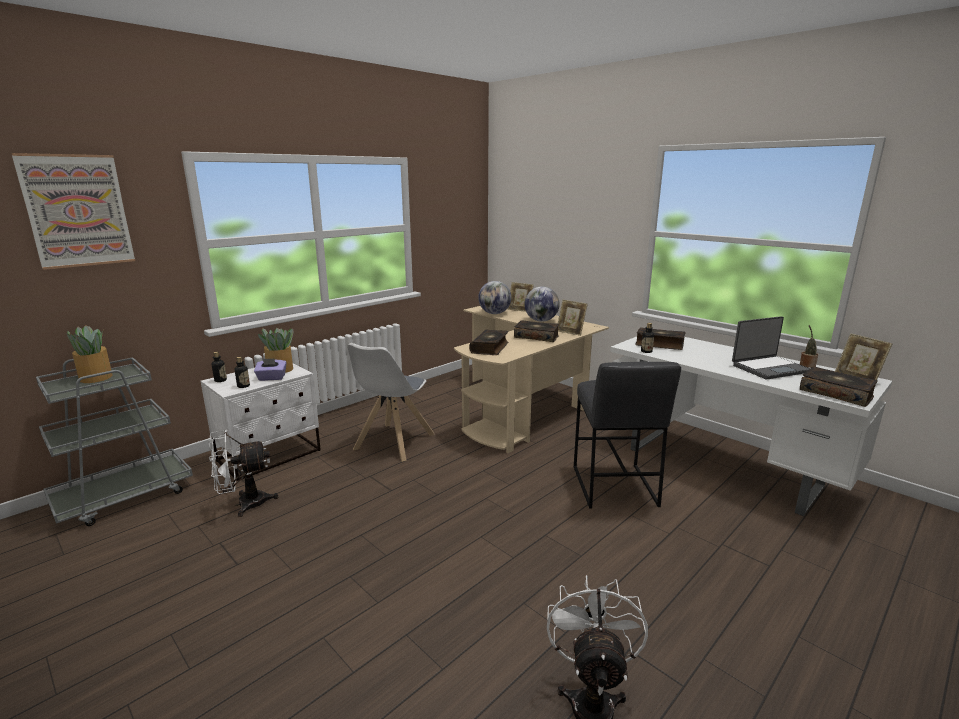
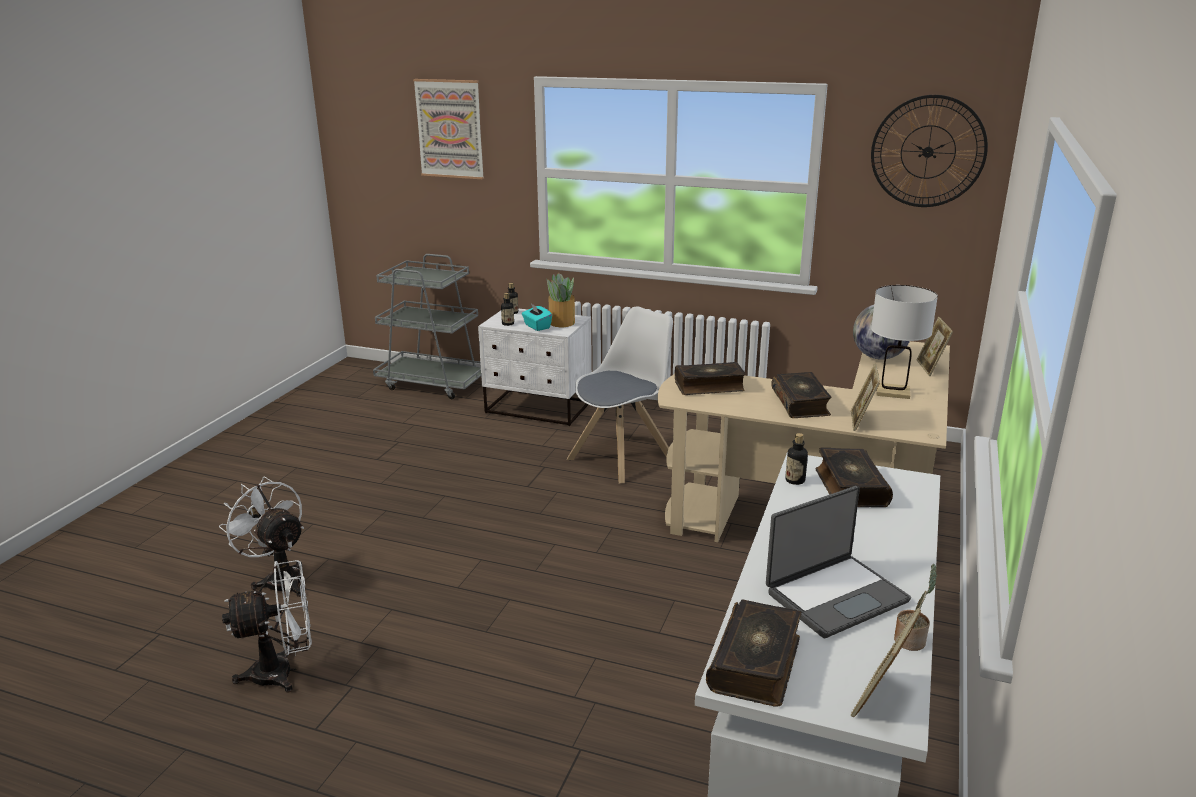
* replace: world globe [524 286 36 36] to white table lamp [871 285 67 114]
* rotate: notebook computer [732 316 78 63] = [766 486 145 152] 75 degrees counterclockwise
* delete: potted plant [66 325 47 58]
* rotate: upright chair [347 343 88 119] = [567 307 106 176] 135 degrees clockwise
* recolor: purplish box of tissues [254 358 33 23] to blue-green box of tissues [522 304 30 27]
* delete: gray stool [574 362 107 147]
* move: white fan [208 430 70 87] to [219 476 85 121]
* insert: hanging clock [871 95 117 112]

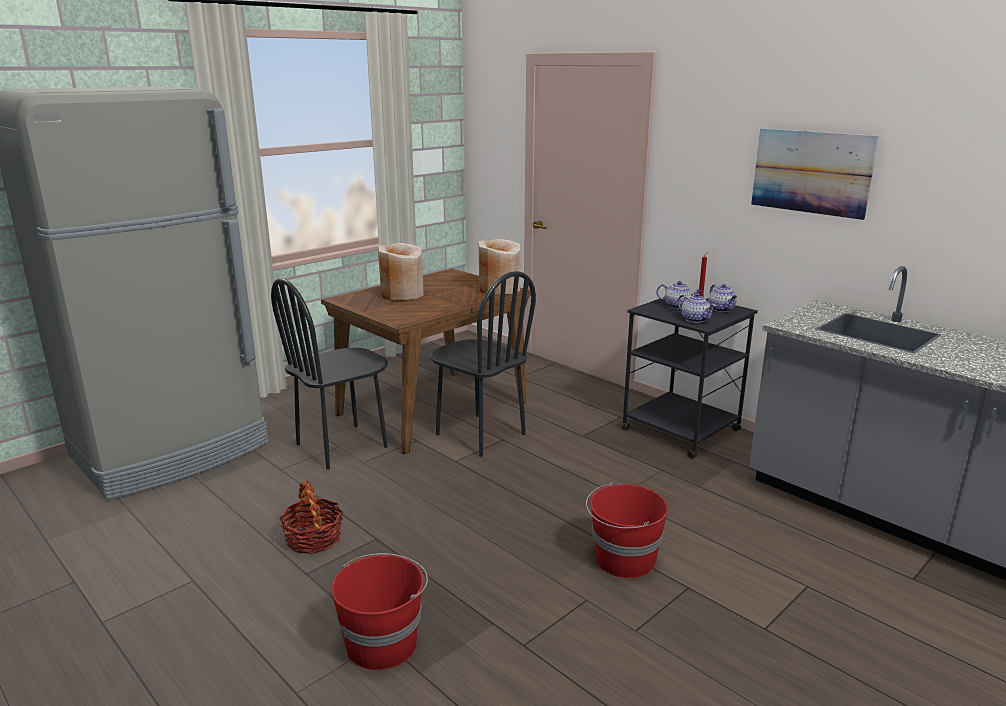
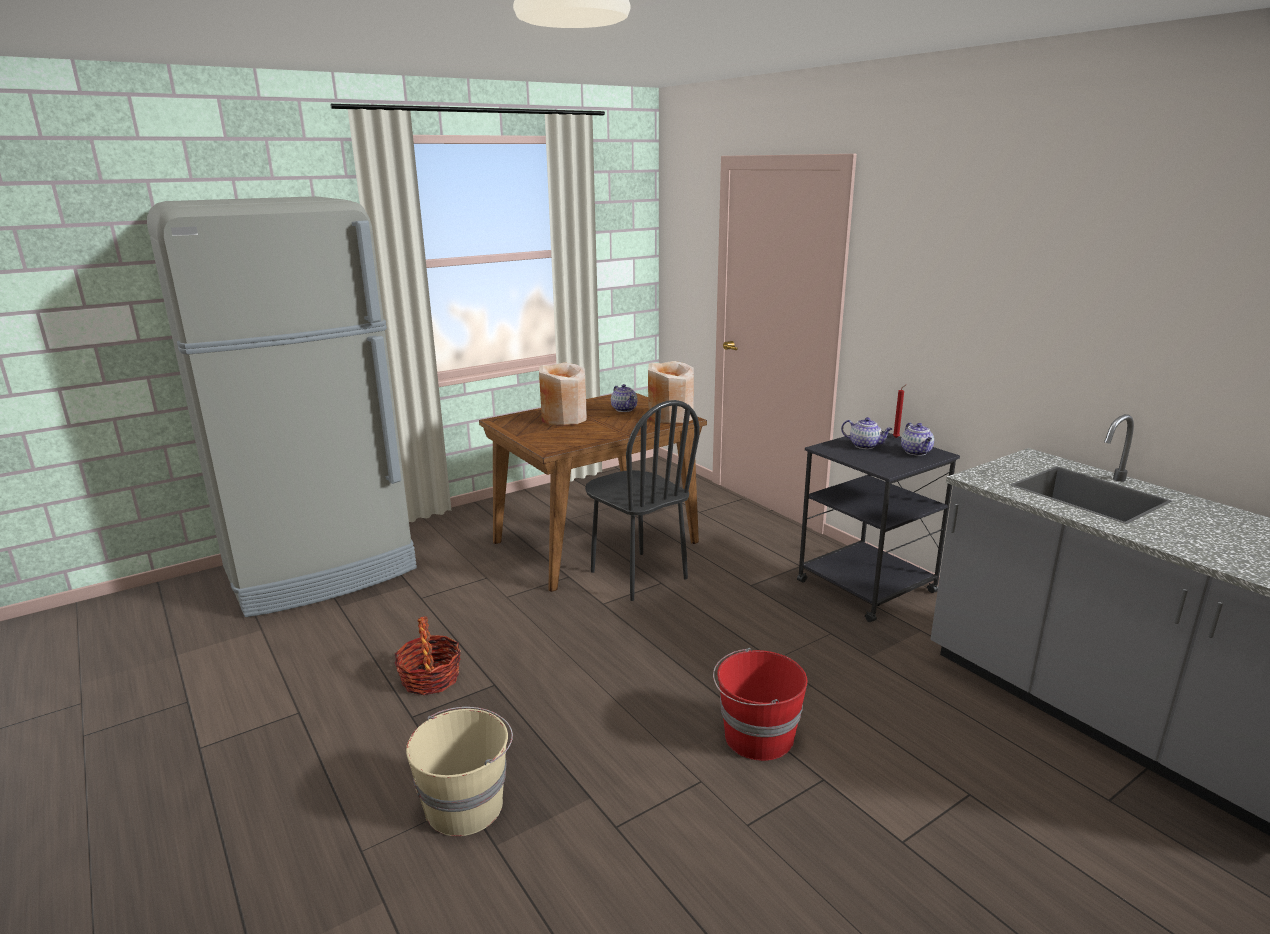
* delete: picture [751 128 128 92]
* delete: blackish upright chair [271 278 117 192]
* move: pot for tea [677 293 39 30] to [611 384 26 28]
* recolor: reddish water bucket [331 553 97 117] to beige-coloured water bucket [406 707 107 129]

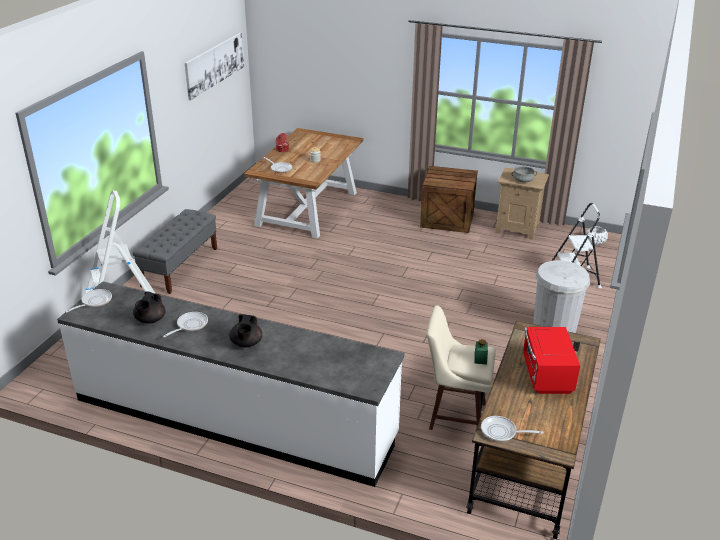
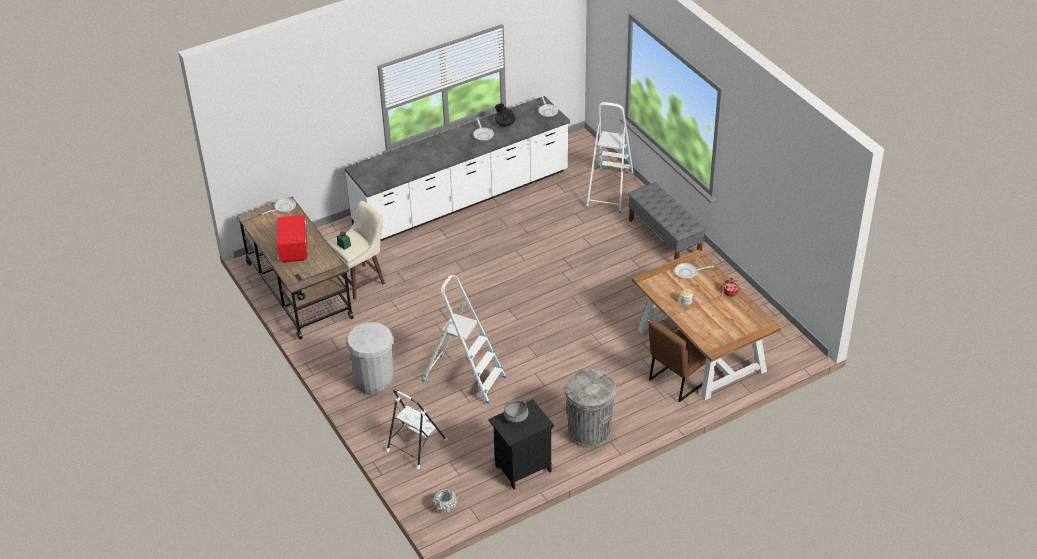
* delete: picture [185 33 59 67]
* replace: crate [420 166 58 67] to gray rubbish bin [565 369 51 79]
* recolor: beige-coloured night table [496 167 53 73] to blackish night table [489 400 65 89]
* delete: blackish pot for tea [229 314 33 33]
* rotate: reddish kitchen microwave [523 327 57 67] = [277 215 30 48] 45 degrees clockwise
* insert: white step stool [421 275 86 129]
* insert: brown upright chair [648 319 58 83]

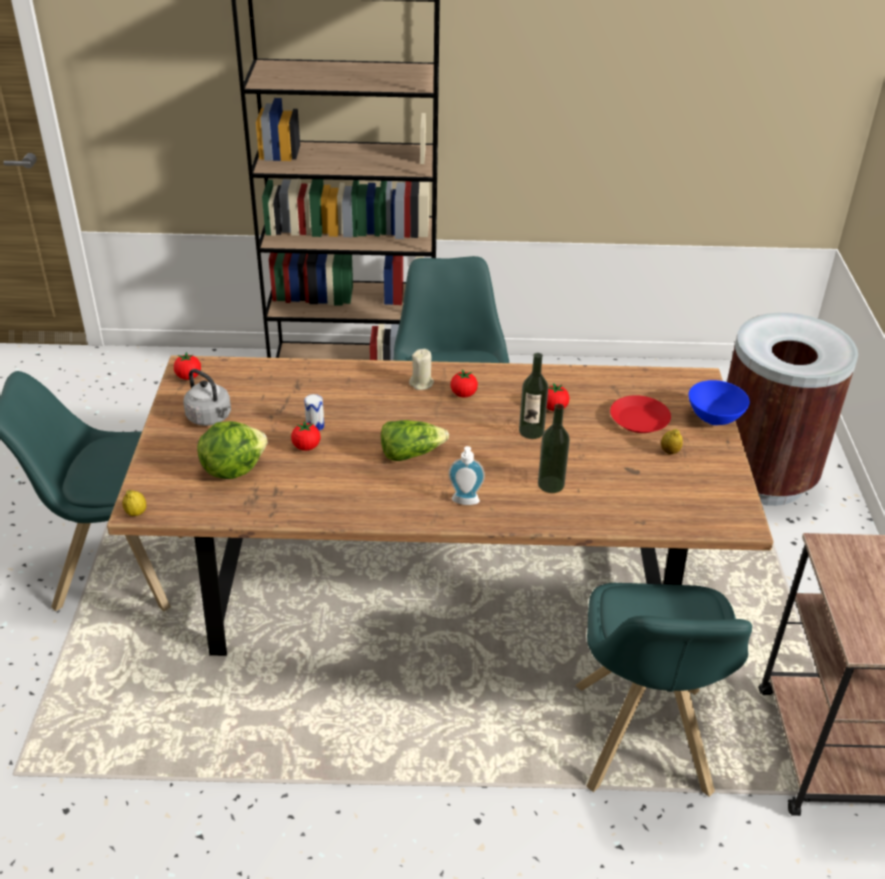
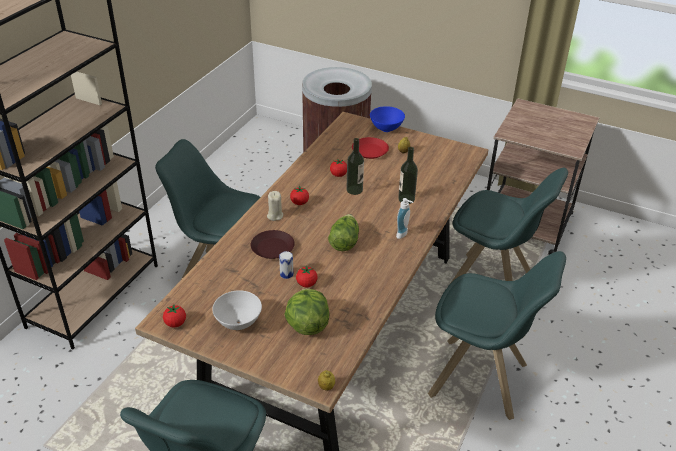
* replace: gray kettle [184 369 47 57] to white serving bowl [212 290 50 40]
* insert: brown flat dish [251 230 44 29]
* insert: blue-green upright chair [428 251 138 169]

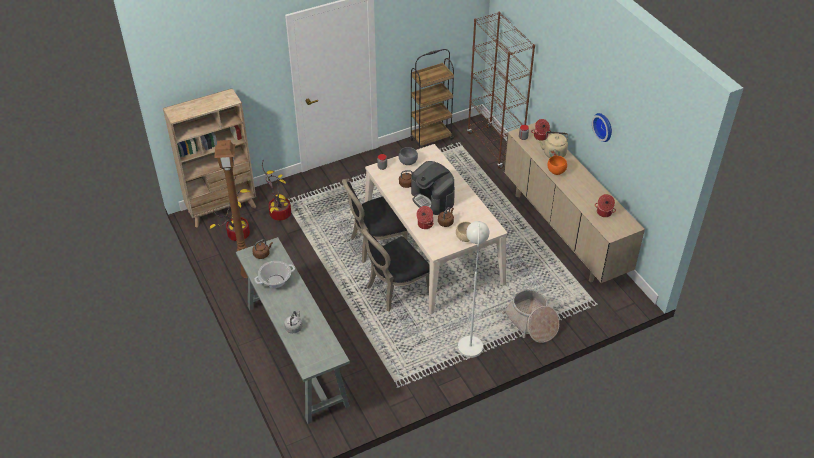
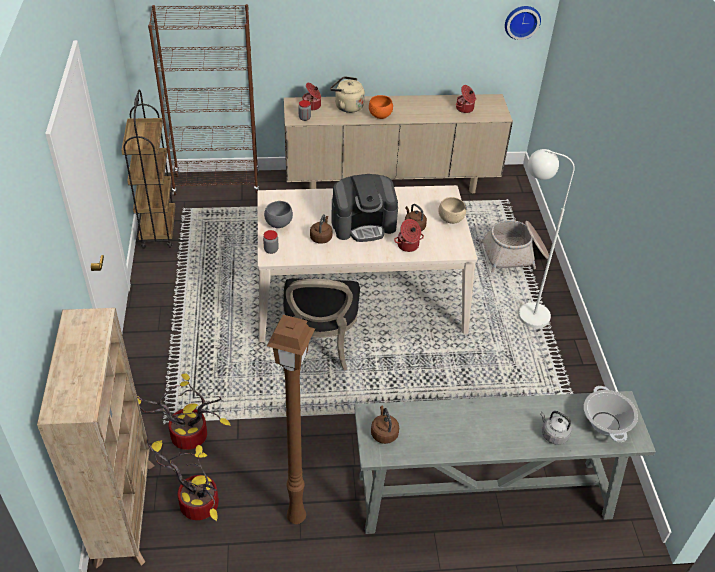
* move: hanging clock [592 113 20 29] to [505 6 36 34]
* delete: blackish upright chair [361 228 69 84]
* move: cooking pot [254 261 41 27] to [584 386 54 56]

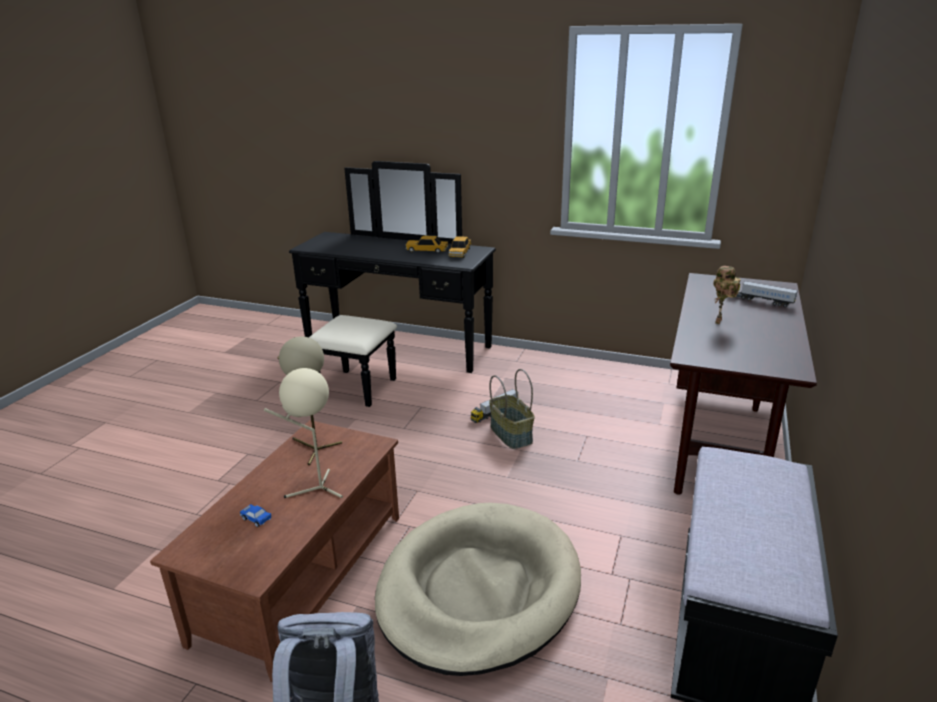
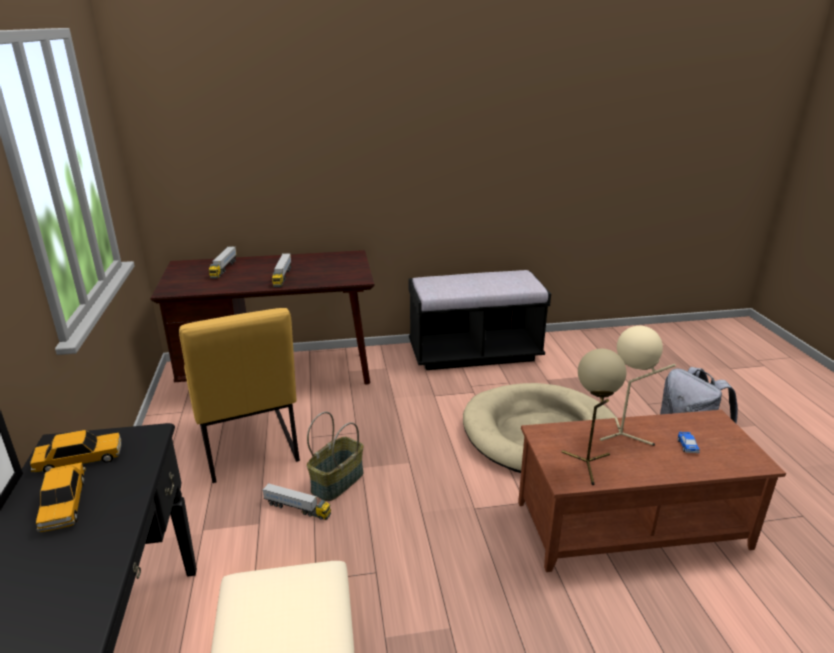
* replace: robot figure [713 266 28 58] to toy lorry [272 253 19 34]
* insert: yellow upright chair [179 308 121 175]

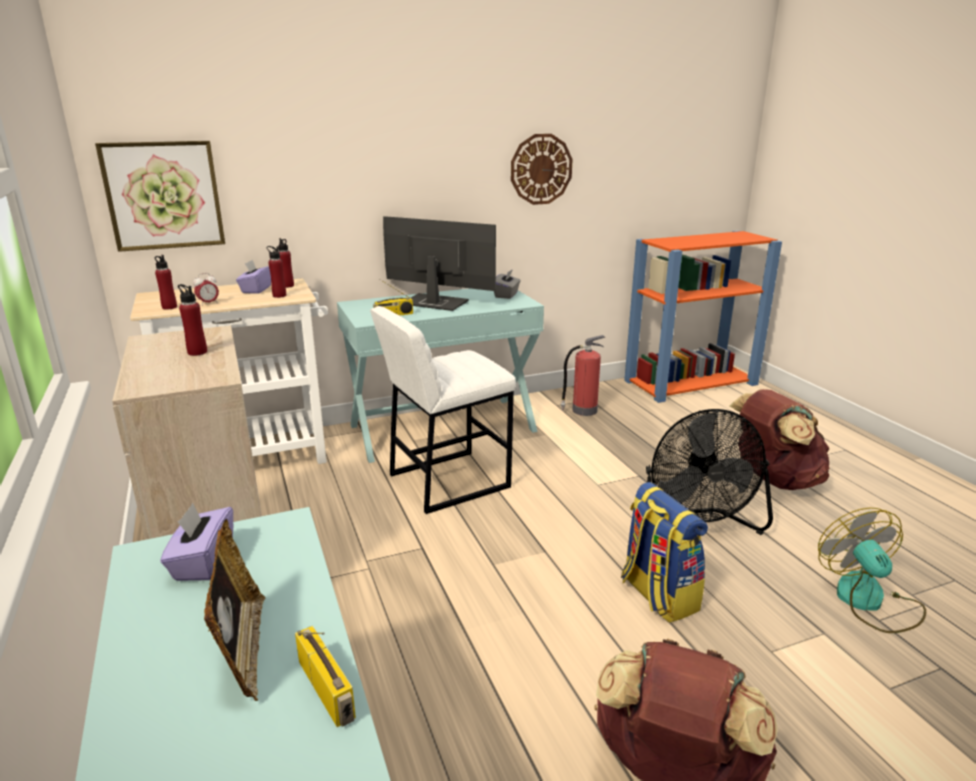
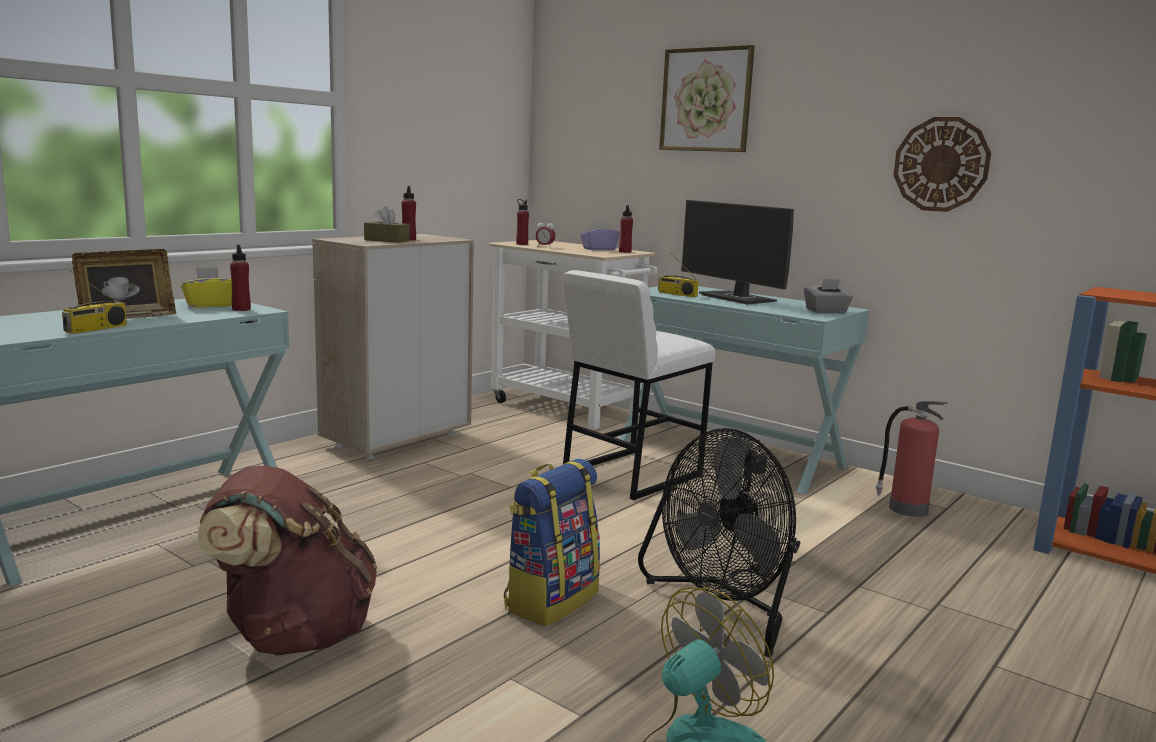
* move: picture [95 141 130 111] to [659 45 96 107]
* rotate: computer display [383 216 113 95] = [681 200 113 104] 150 degrees clockwise
* move: reddish beverage bottle [267 246 19 52] to [230 244 21 67]
* rotate: white upright chair [370 306 146 208] = [562 270 153 230] 75 degrees counterclockwise
* delete: brown backpack [730 389 100 101]
* recolor: purplish box of tissues [160 503 73 78] to yellow box of tissues [181 267 51 41]
* insert: brown box of tissues [364 206 46 37]

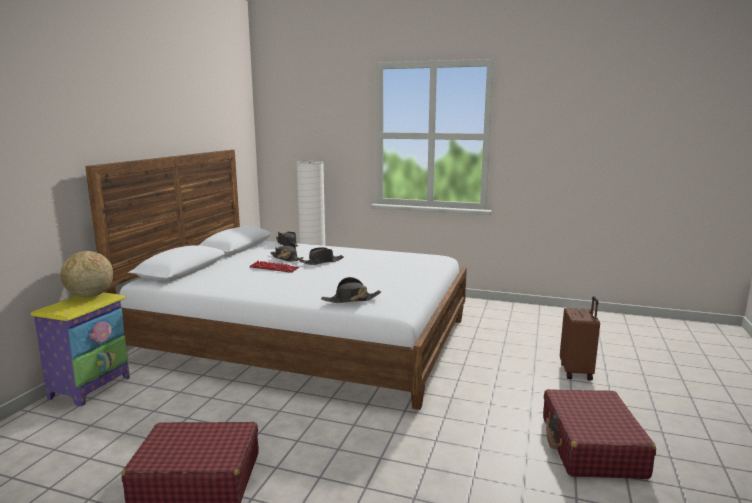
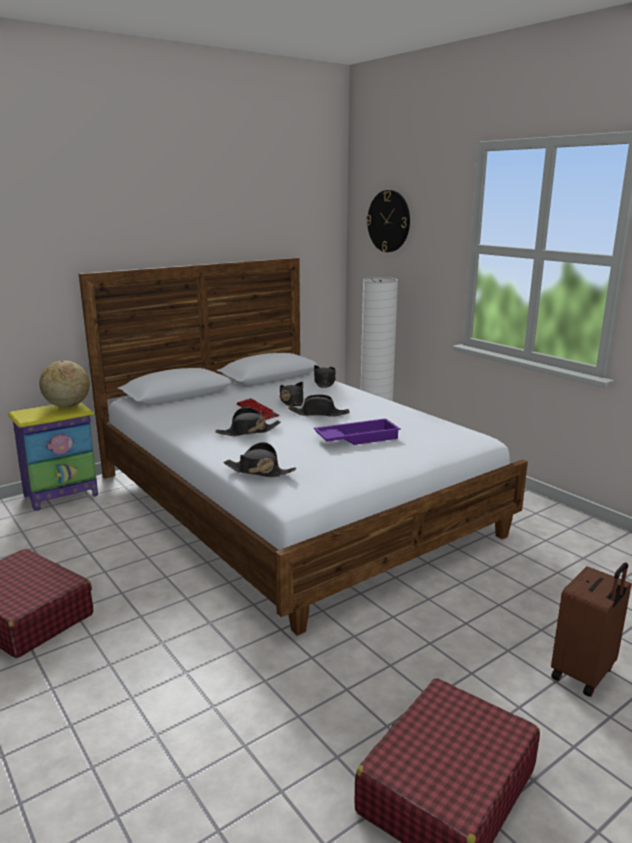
* insert: hanging clock [366 190 44 62]
* insert: blackish hat [215 407 66 29]
* insert: purplish carrying tray [314 418 87 27]

